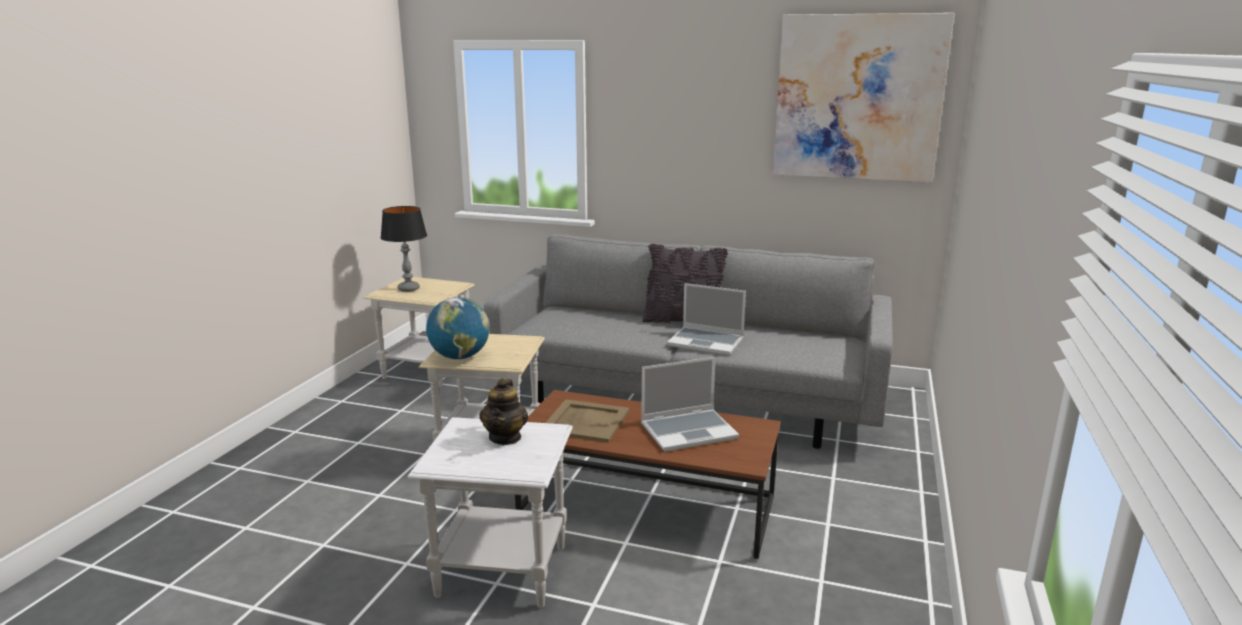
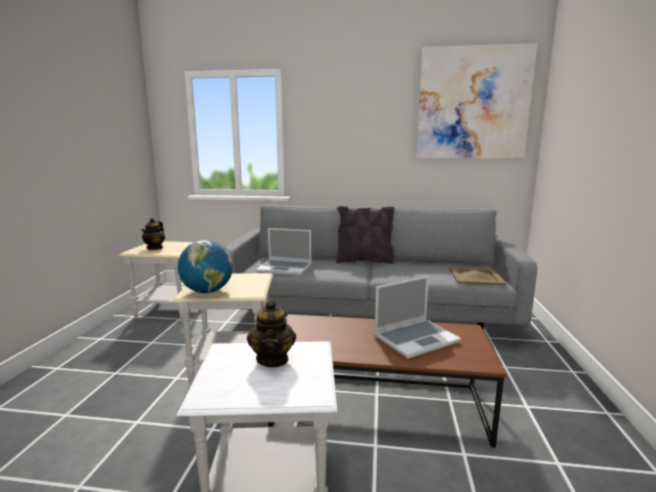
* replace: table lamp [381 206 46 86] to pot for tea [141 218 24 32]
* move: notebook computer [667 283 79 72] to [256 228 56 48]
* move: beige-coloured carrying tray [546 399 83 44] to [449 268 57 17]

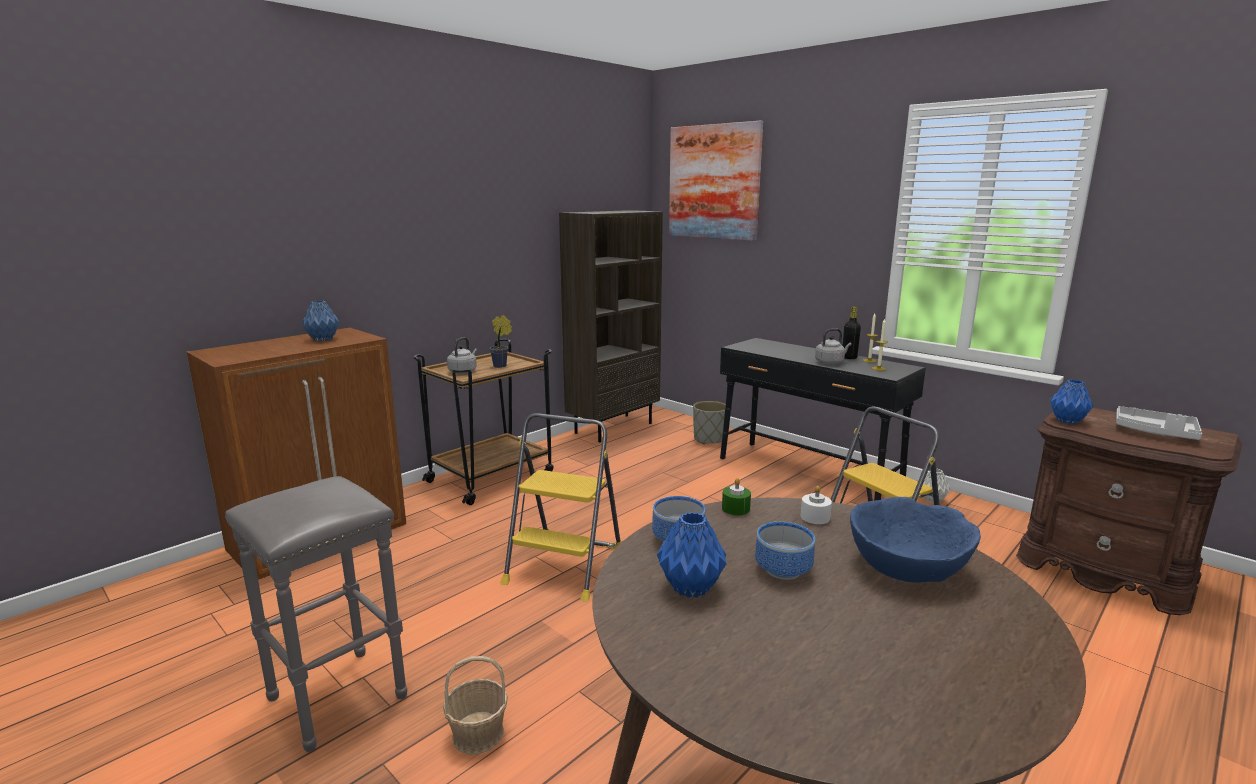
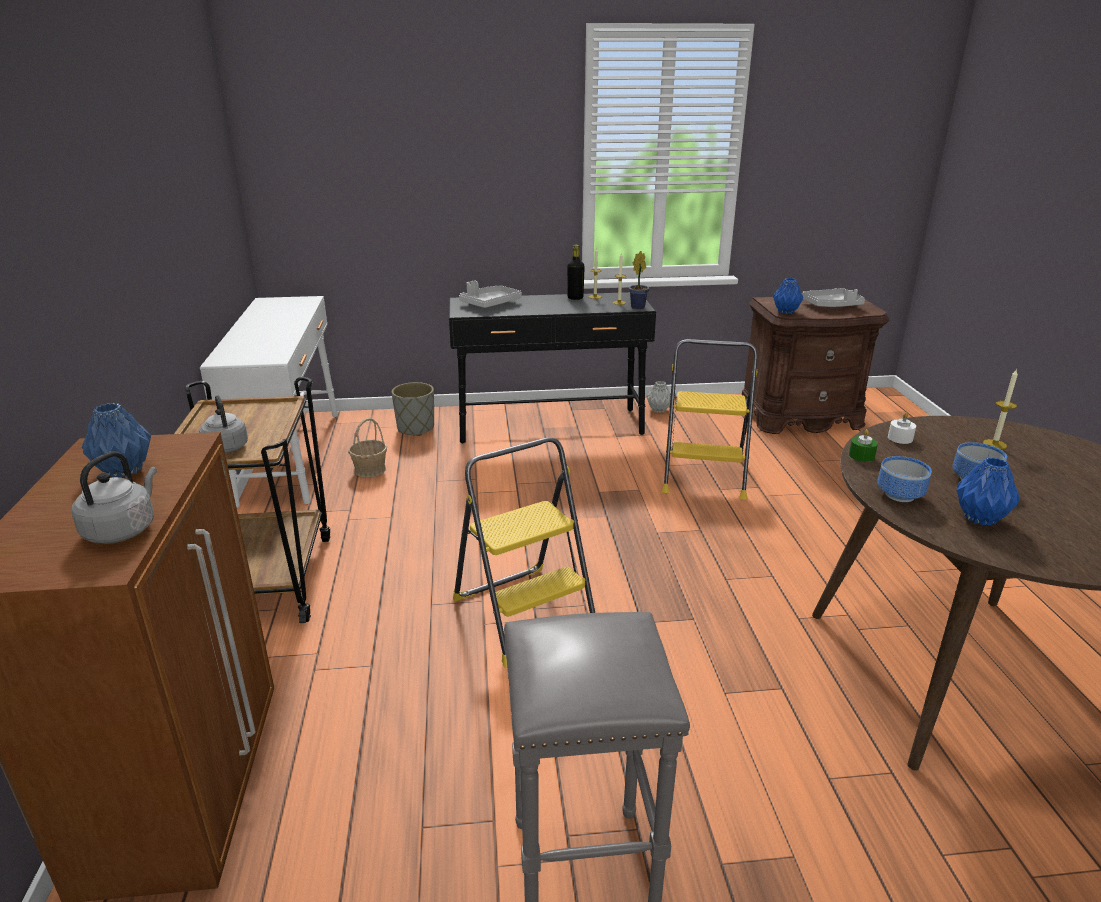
* delete: picture [669 120 94 121]
* replace: brown shelving unit [559 210 104 232] to white console table [200 296 138 212]
* move: potted plant [489 315 23 53] to [629 251 20 58]
* move: gray kettle [815 328 37 37] to [72 451 85 93]
* replace: bluish serving bowl [850 497 131 85] to wax light [983 369 35 80]
* move: household basket [443 656 65 98] to [348 418 39 60]
* insert: gray carrying tray [459 280 63 28]

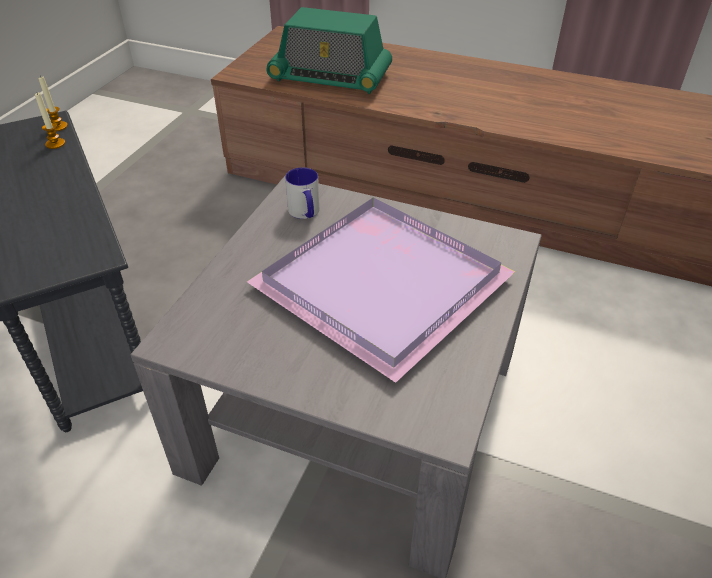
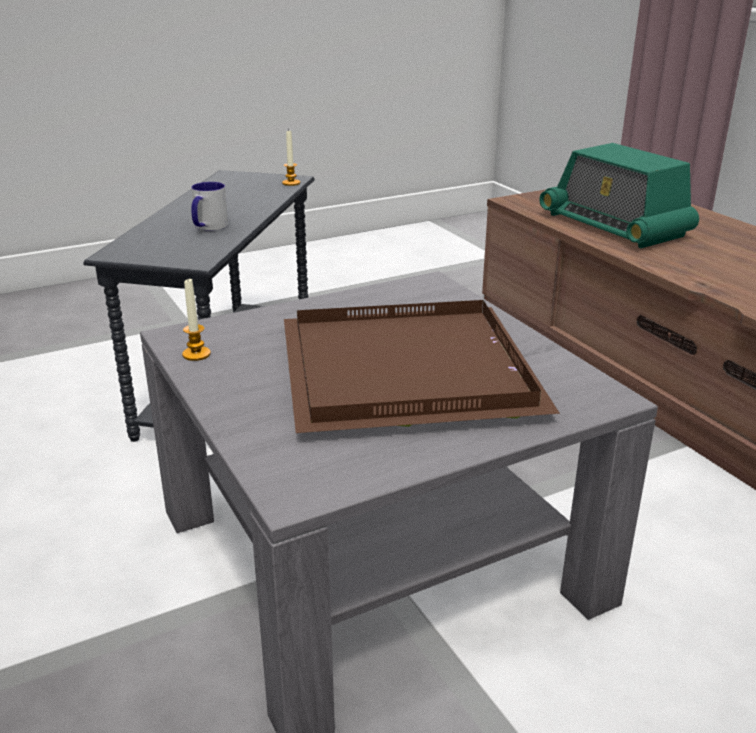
* move: wax light [35 92 30 57] to [182 279 29 82]
* move: coffee mug [285 167 35 52] to [191 182 37 49]
* recolor: purplish carrying tray [247 197 268 186] to brown carrying tray [284 300 276 133]

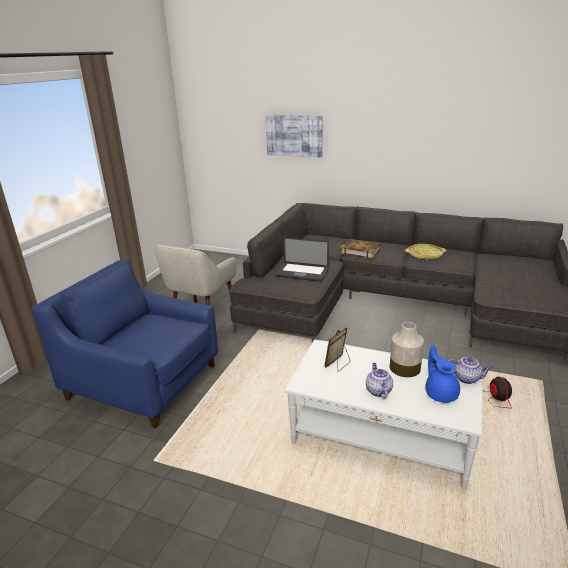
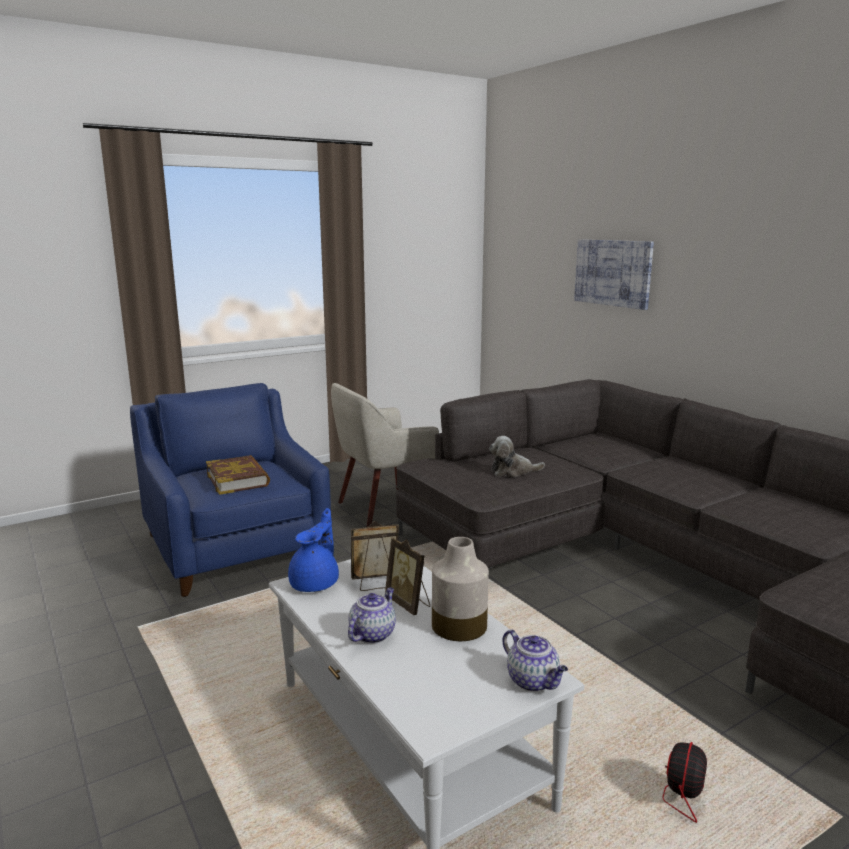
* replace: notebook computer [276 237 53 45] to plush toy [489 436 56 41]
* move: bound book [340 239 41 20] to [206 455 64 40]
* delete: yellow carrying tray [405 244 41 16]
* move: bluish pot for tea [425 345 35 58] to [288 508 51 84]
* insert: photo frame [385 537 45 78]

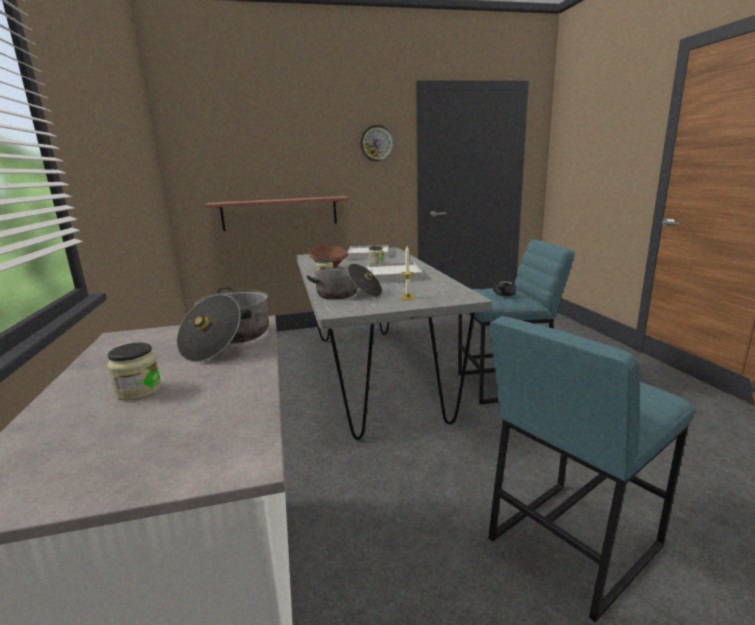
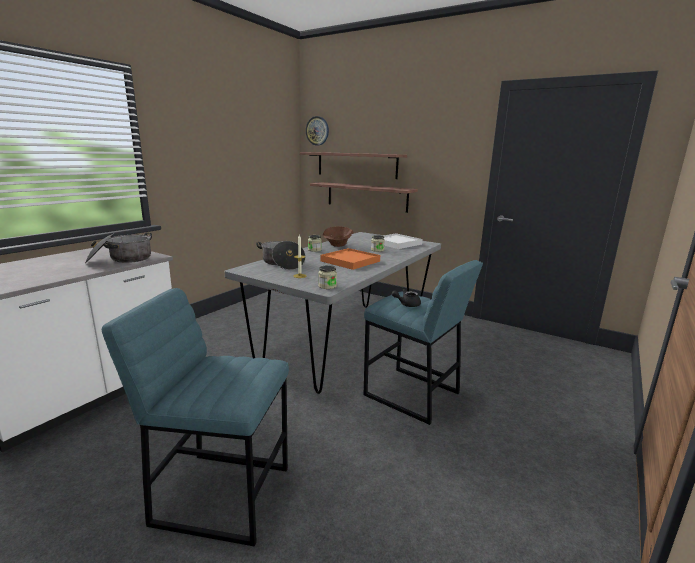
* move: hanging clock [360 125 34 37] to [306 116 23 29]
* recolor: white carrying tray [367 262 56 21] to orangey carrying tray [320 248 60 22]
* move: preserve jar [107 342 55 59] to [318 265 19 24]
* insert: bracket shelf [300 152 107 27]

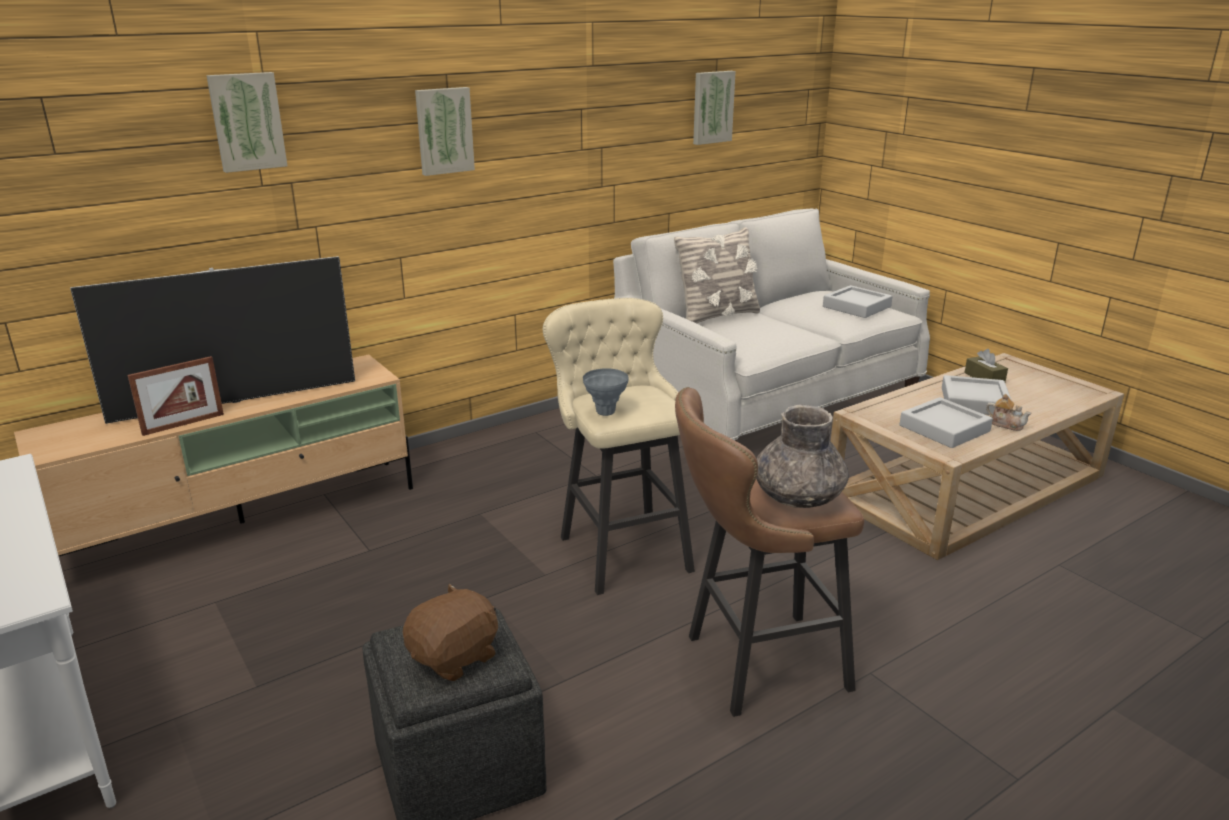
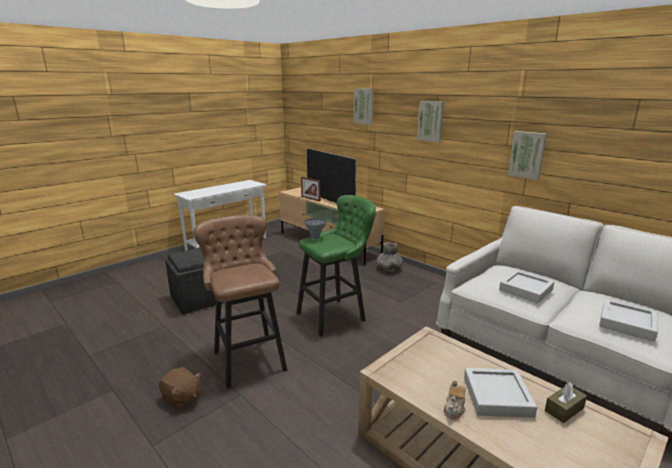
* move: picture [693 71 43 74] to [508 131 39 49]
* delete: beige-coloured cushion [674 227 86 96]
* recolor: beige-coloured stool [543 298 152 297] to greenish stool [296 195 80 142]
* move: gray carrying tray [899 397 94 51] to [499 270 55 33]
* move: gray decorative vase [756 405 93 103] to [377 242 26 30]
* move: brown plush toy [403 584 95 97] to [159 367 42 44]

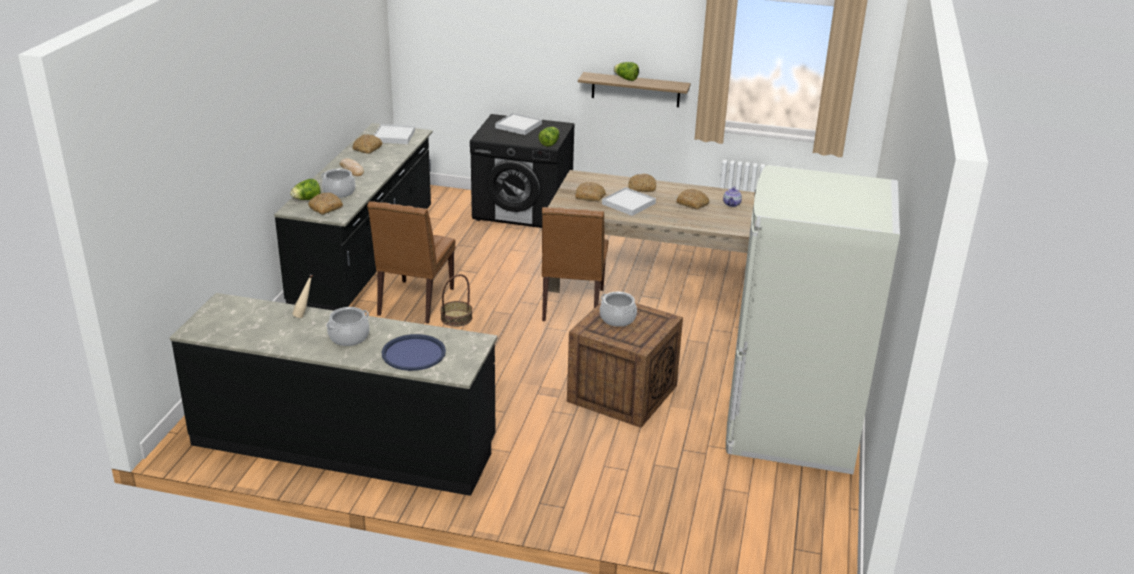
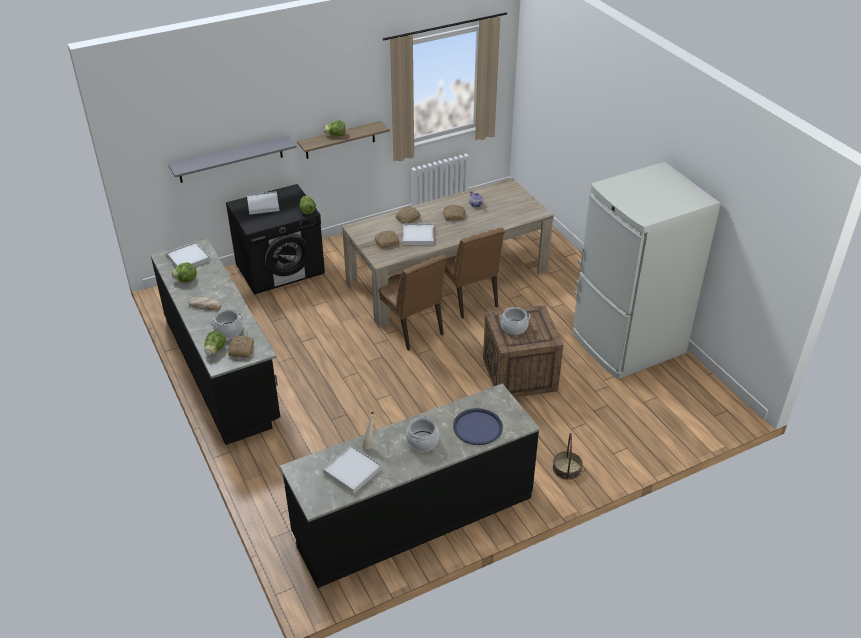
* replace: bread [352 134 30 20] to lettuce [172 262 25 21]
* move: brown upright chair [367 201 89 122] to [445 227 60 92]
* move: household basket [440 274 32 53] to [553 433 30 47]
* insert: gray bracket shelf [168 136 129 47]
* insert: white carrying tray [323 445 59 49]

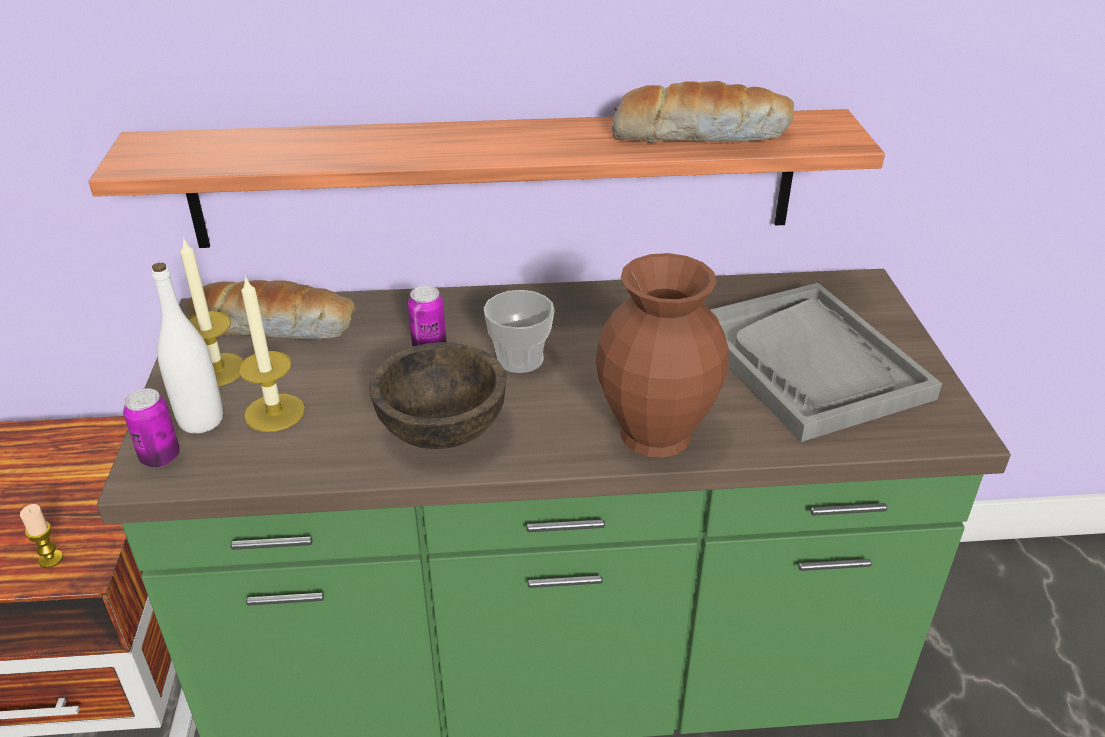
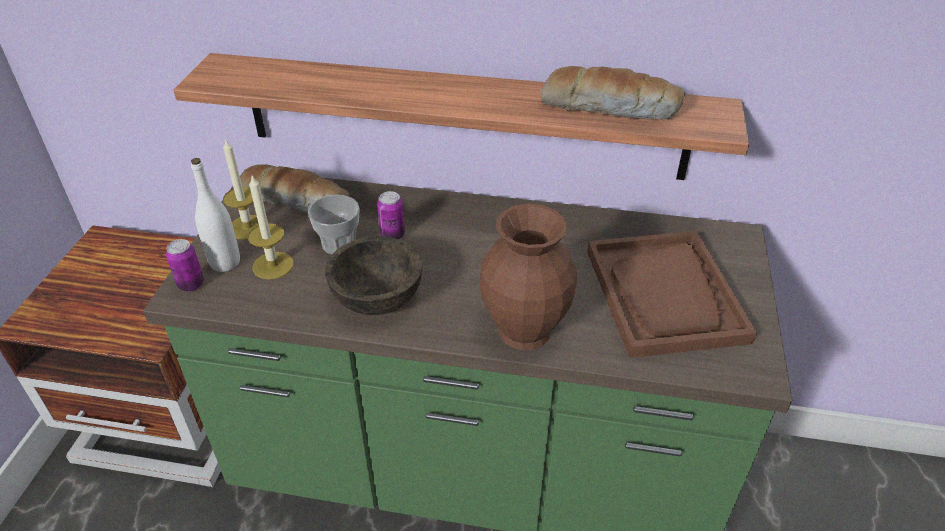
* recolor: gray carrying tray [711 283 231 159] to brown carrying tray [587 231 170 127]
* move: drinking cup [484 290 71 83] to [308 194 52 60]
* delete: wax light [20 504 43 64]

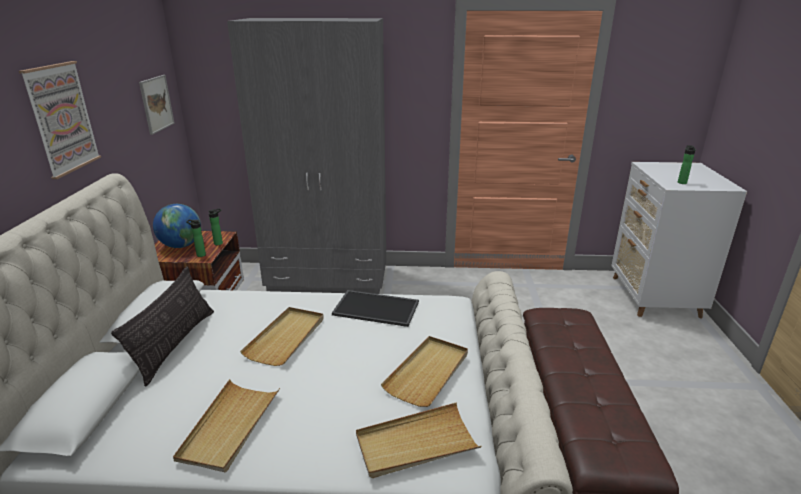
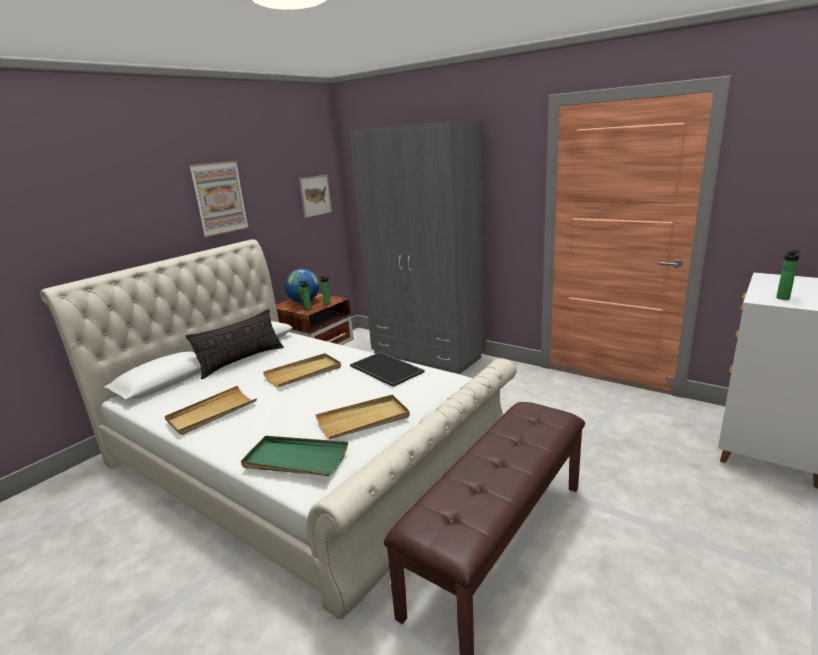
* recolor: beige-coloured carrying tray [356 403 126 75] to greenish carrying tray [241 436 107 40]

